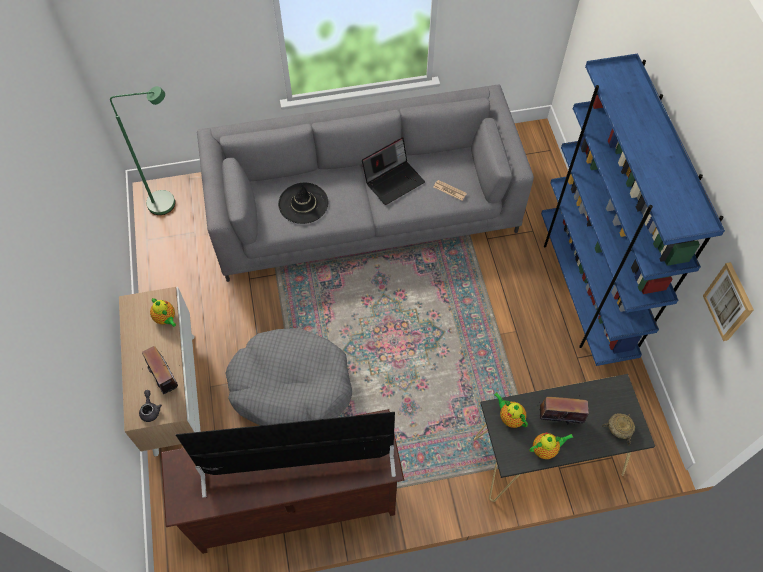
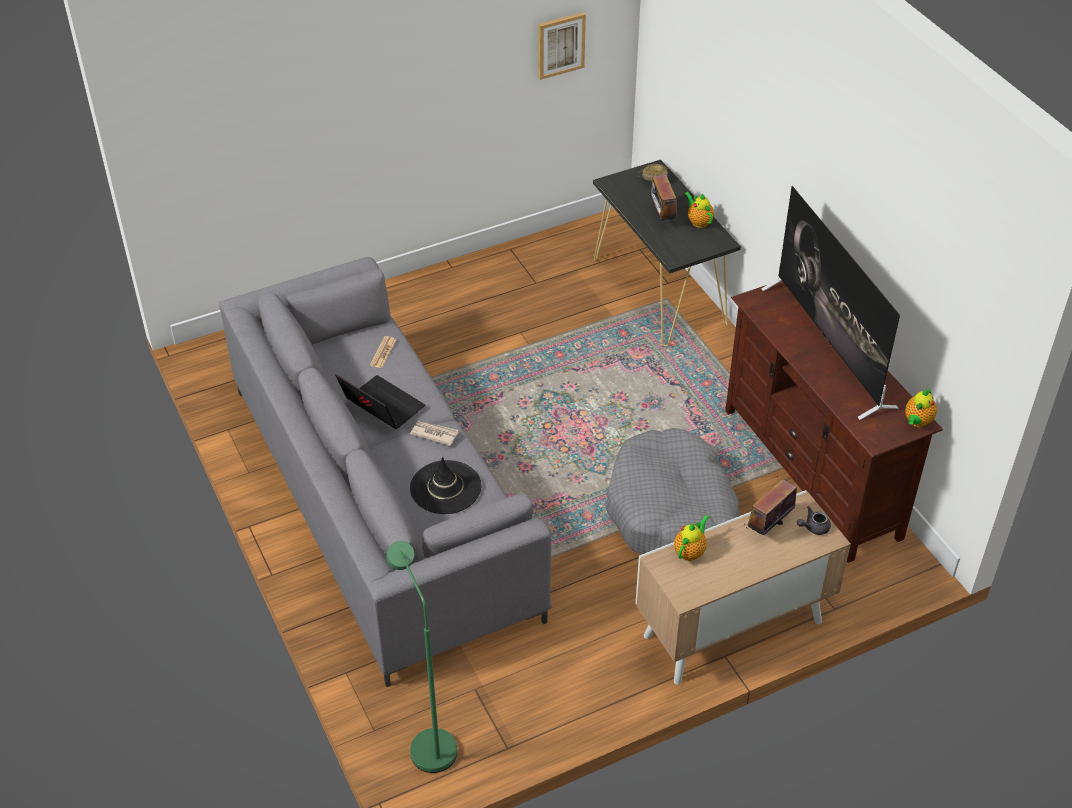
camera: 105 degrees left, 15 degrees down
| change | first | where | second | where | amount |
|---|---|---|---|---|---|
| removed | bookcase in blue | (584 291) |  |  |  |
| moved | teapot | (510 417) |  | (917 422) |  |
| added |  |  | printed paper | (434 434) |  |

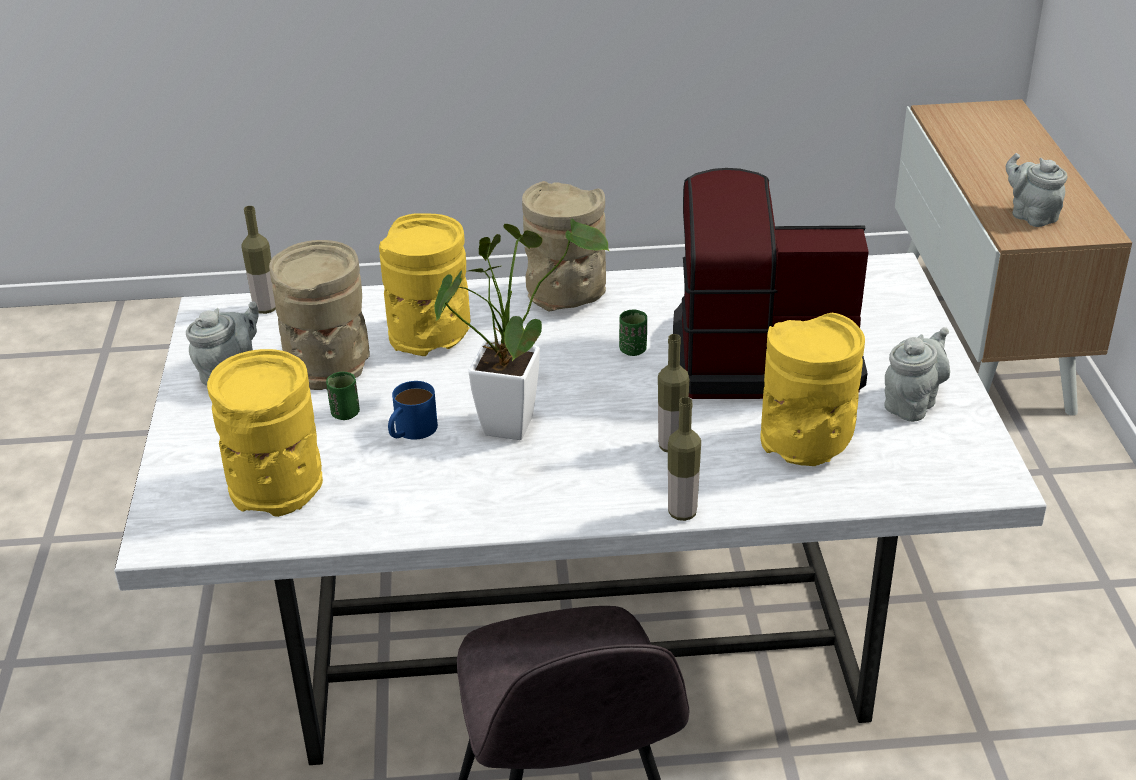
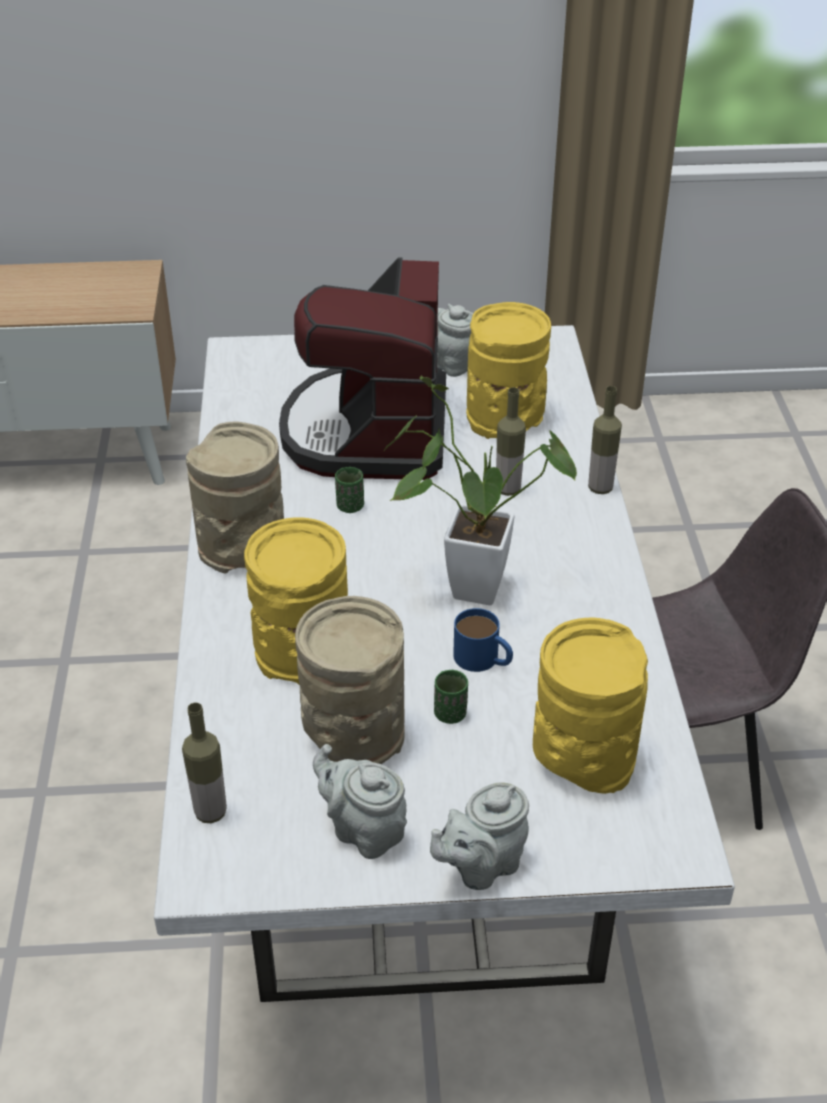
camera: 90 degrees left, 5 degrees up
| change | first | where | second | where | amount |
|---|---|---|---|---|---|
| moved | teapot in gray | (1031 216) |  | (481 866) |  |

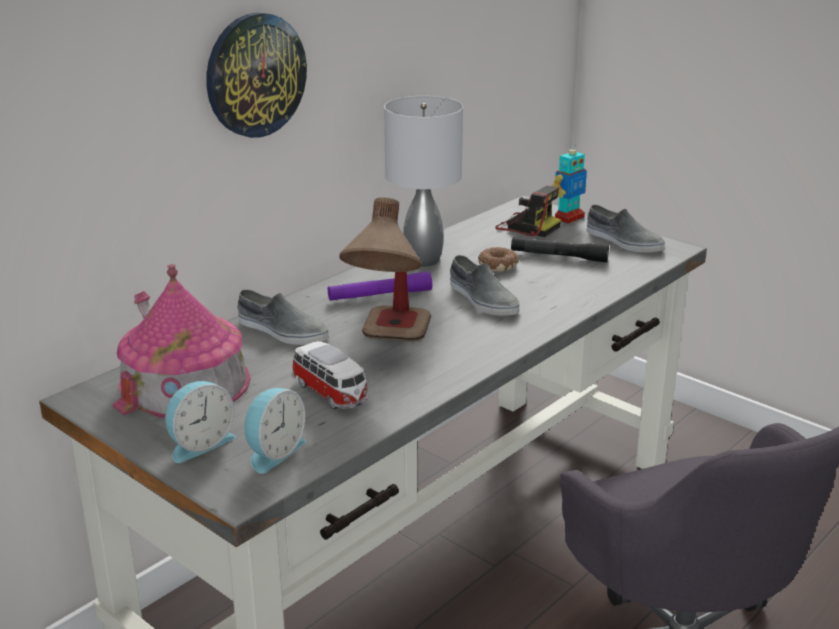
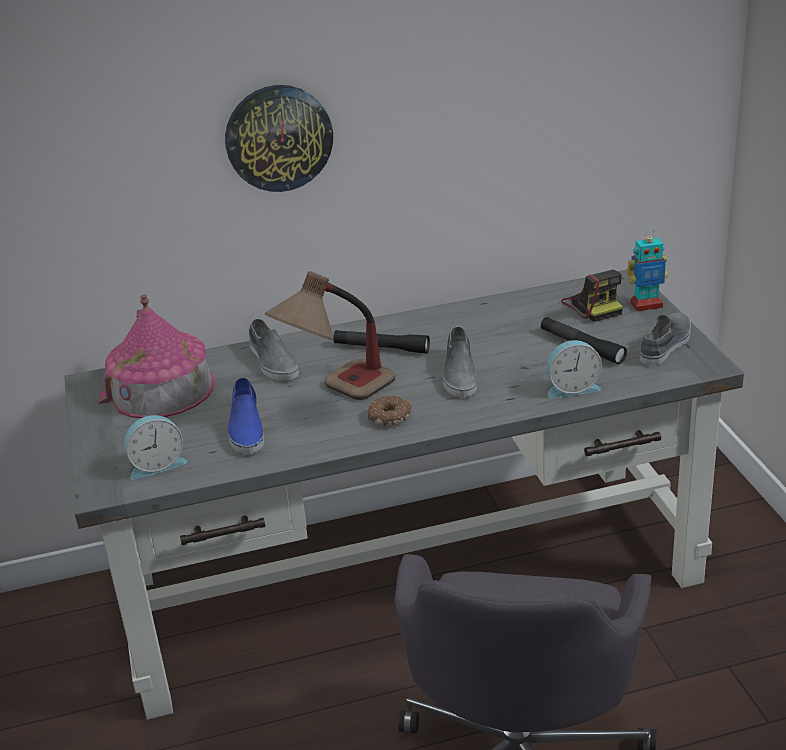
camera: 35 degrees right, 5 degrees up
| change | first | where | second | where | amount |
|---|---|---|---|---|---|
| removed | table lamp in gray | (422 260) |  |  |  |
| turned | shoe in gray | (623 241) |  | (666 344) | 135 degrees counterclockwise |
| moved | donut | (498 265) |  | (390 416) |  |
| recoloured | torch in purple-coloured | (380 295) | torch in black-coloured | (381 348) |  |
| replaced | model car | (331 393) | shoe in blue | (246 428) |  |
| moved | table clock | (199 444) |  | (571 388) |  |

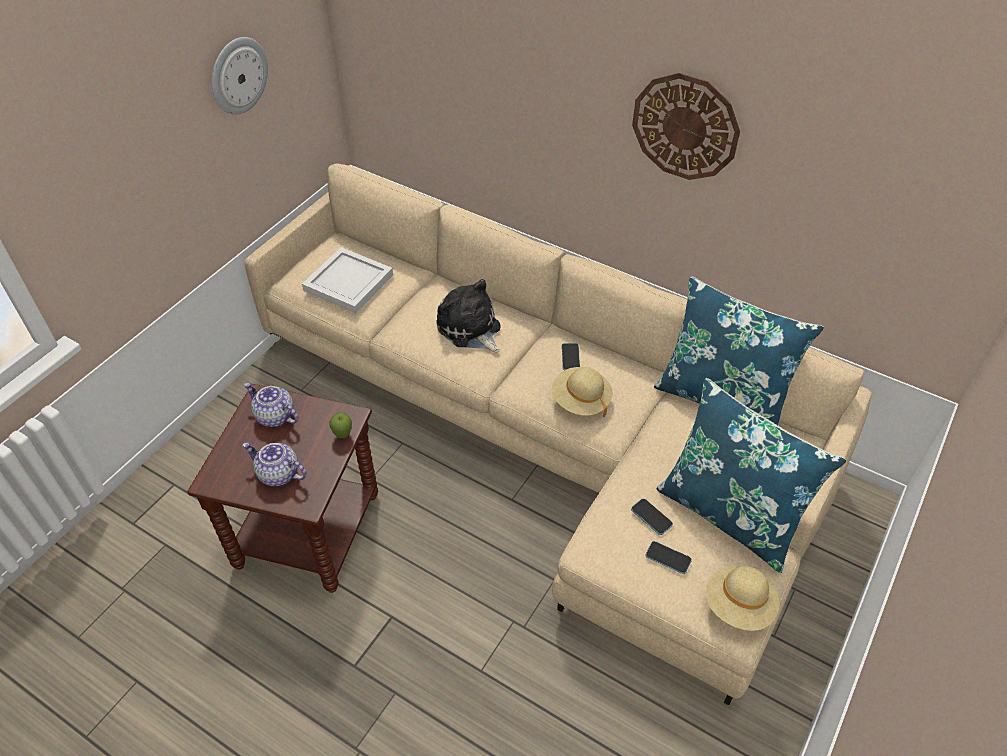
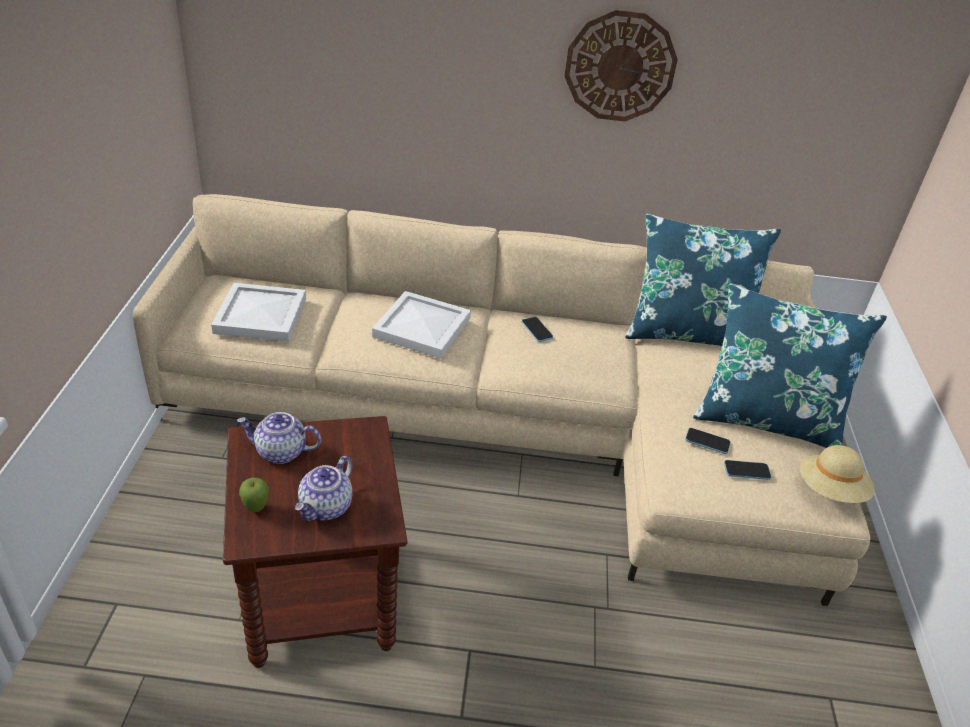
camera: 30 degrees left, 10 degrees down
| change | first | where | second | where | amount |
|---|---|---|---|---|---|
| removed | wall clock | (238 75) |  |  |  |
| replaced | soft toy | (470 329) | serving tray in whitish | (422 328) |  |
| removed | hat in beige | (580 401) |  |  |  |
| moved | whole apple | (343 435) |  | (256 509) |  |
| turned | teapot | (278 474) |  | (326 507) | 60 degrees counterclockwise |

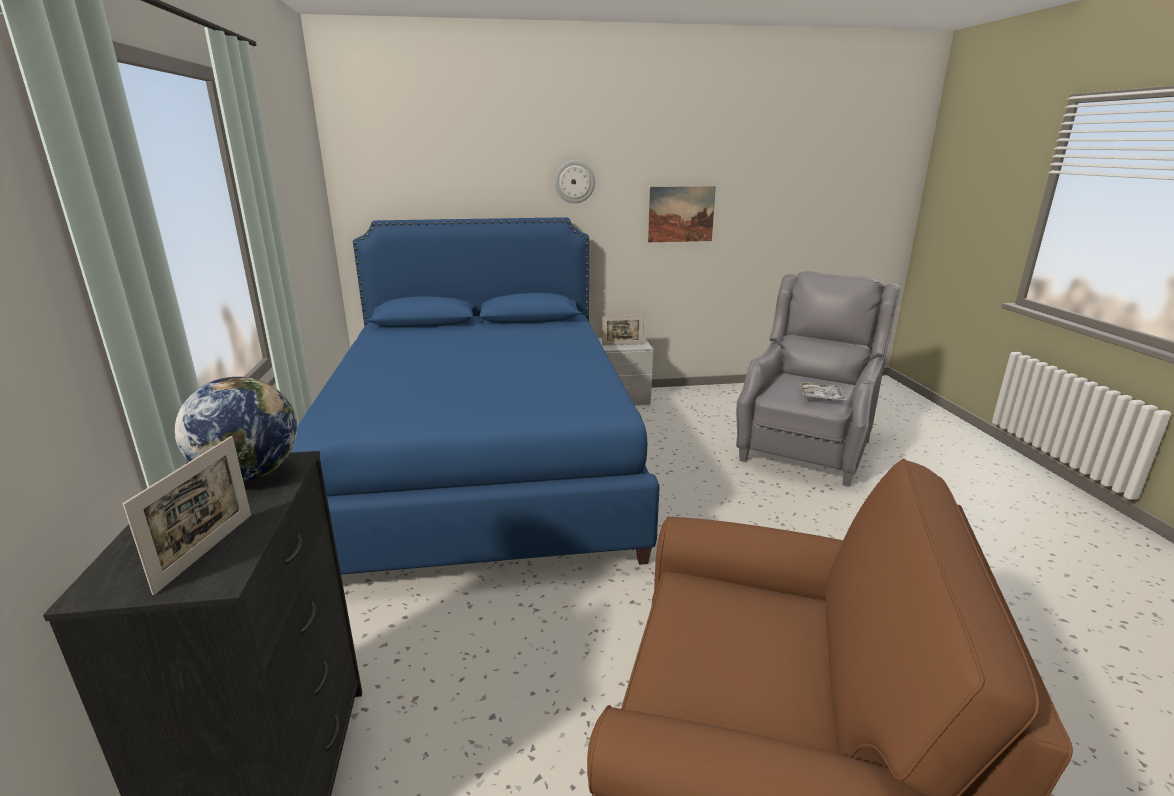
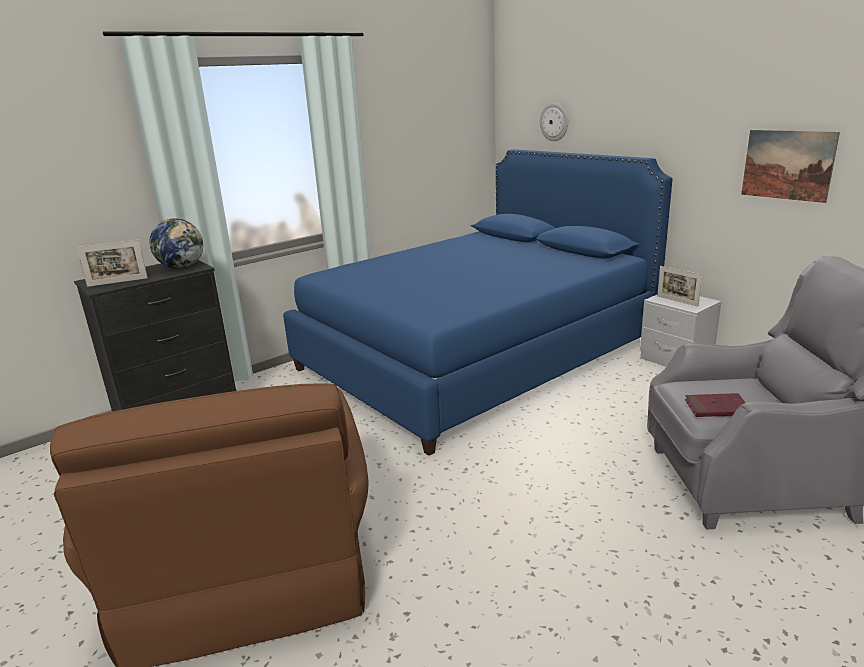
camera: 60 degrees right, 0 degrees up
| change | first | where | second | where | amount |
|---|---|---|---|---|---|
| moved | wall clock | (574 181) |  | (554 122) |  |
| replaced | serving tray | (821 396) | volume in red | (717 408) |  |

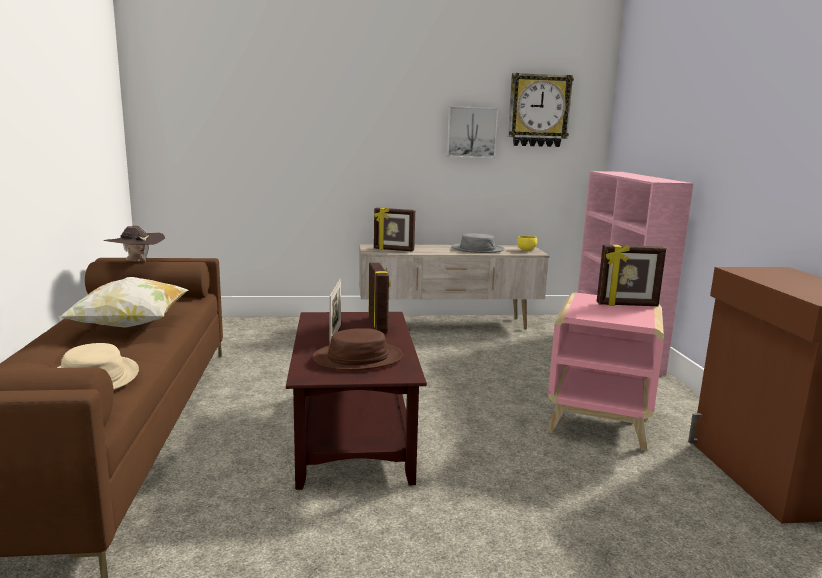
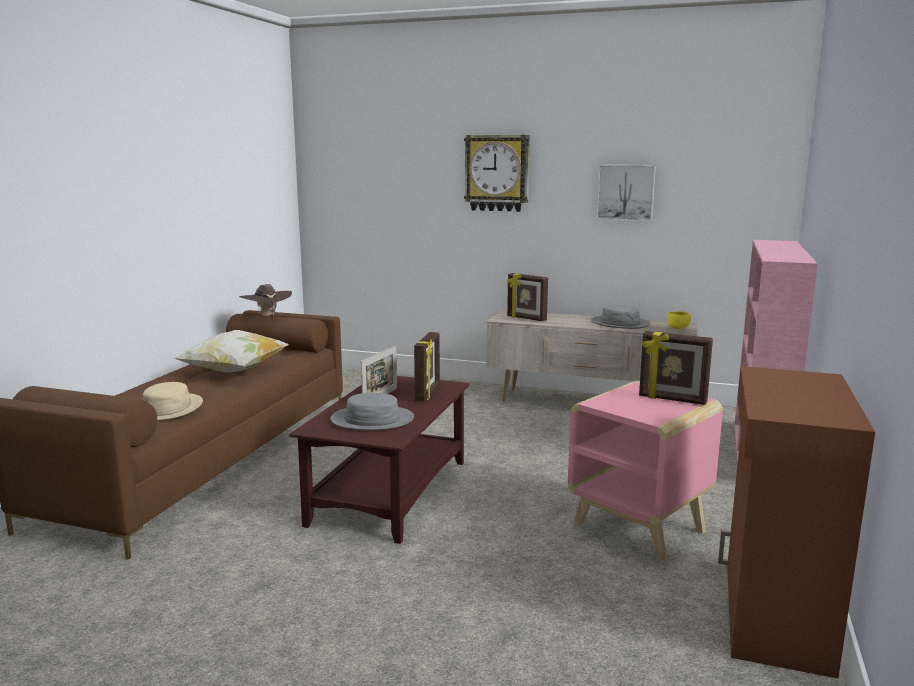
camera: 25 degrees right, 0 degrees up
| change | first | where | second | where | amount |
|---|---|---|---|---|---|
| moved | wall clock | (538 110) |  | (497 173) |  |
| recoloured | hat in brown | (358 358) | hat in gray | (372 420) |  |

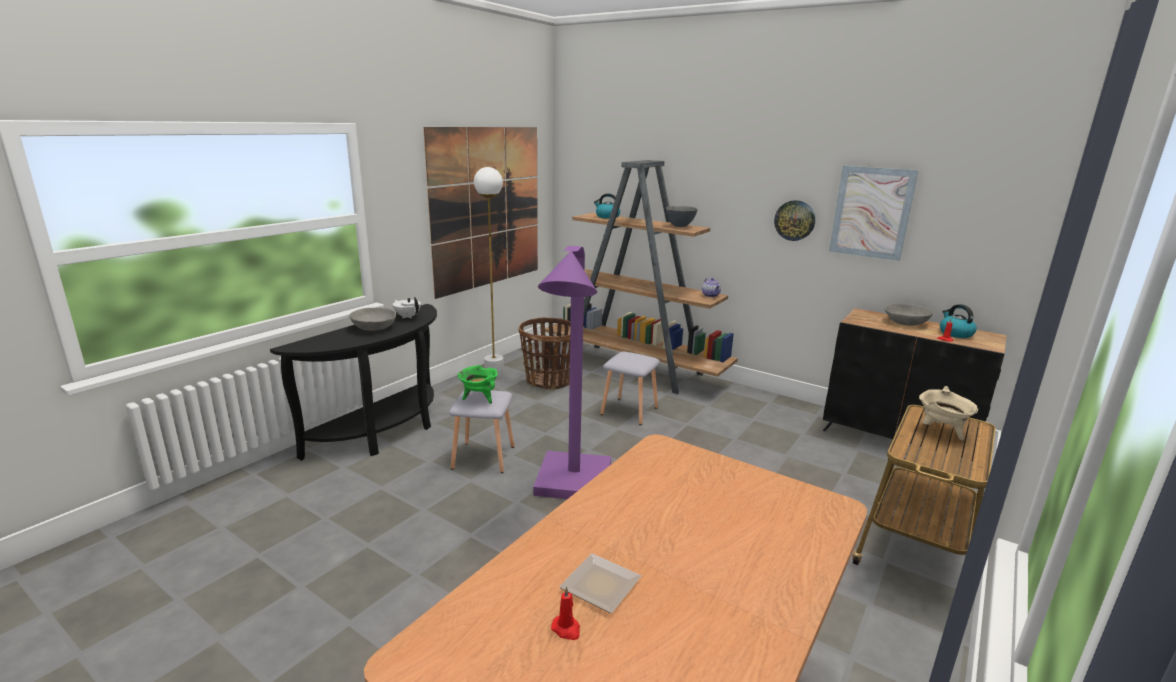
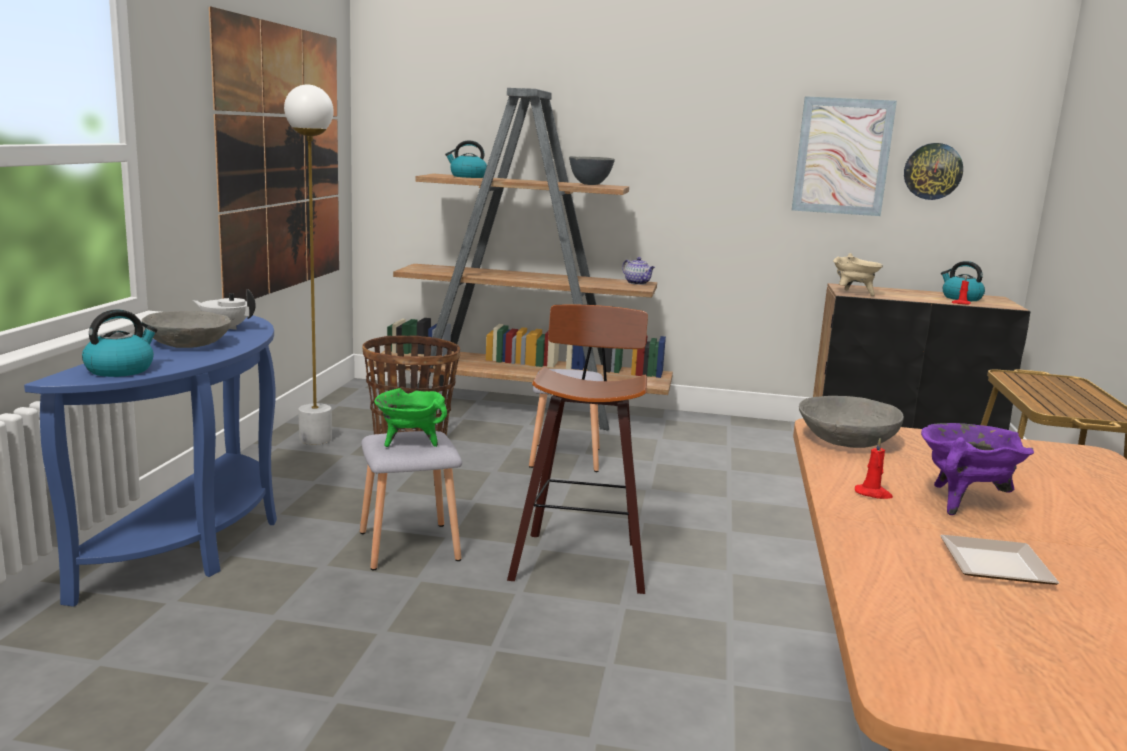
camera: 25 degrees left, 5 degrees down
| change | first | where | second | where | amount |
|---|---|---|---|---|---|
| moved | wall clock | (794 220) |  | (932 171) |  |
| replaced | floor lamp in purple-coloured | (571 487) | stool | (579 559) |  |
| recoloured | narrow table in black-coloured | (383 432) | narrow table in blue | (198 540) |  |
| moved | deep dish in gray | (905 322) |  | (847 440) |  |
| moved | cooking pot in beige | (941 432) |  | (853 293) |  |
| moved | wax light in red | (566 629) |  | (873 494) |  |
| added |  |  | tea kettle | (120 369) |  |
| added |  |  | cooking pot in purple-coloured | (963 502) |  |

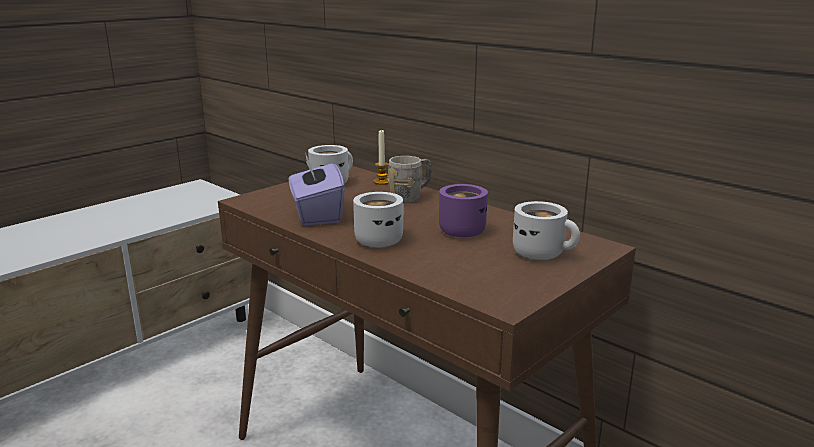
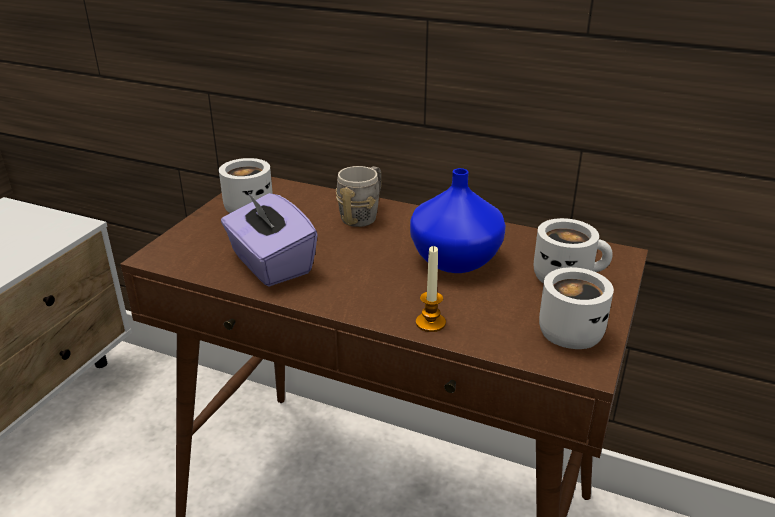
camera: 20 degrees left, 10 degrees up
| change | first | where | second | where | amount |
|---|---|---|---|---|---|
| moved | wax light | (382 182) |  | (430 323) |  |
| replaced | mug in purple-coloured | (459 230) | flower vase in blue | (455 259) |  |
| moved | mug in whitish | (380 239) |  | (568 330) |  |

